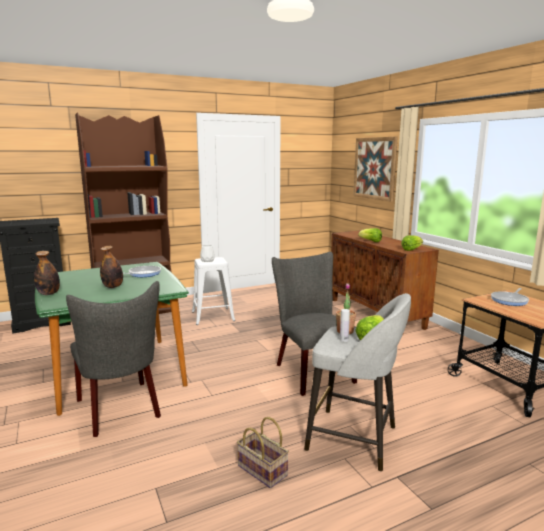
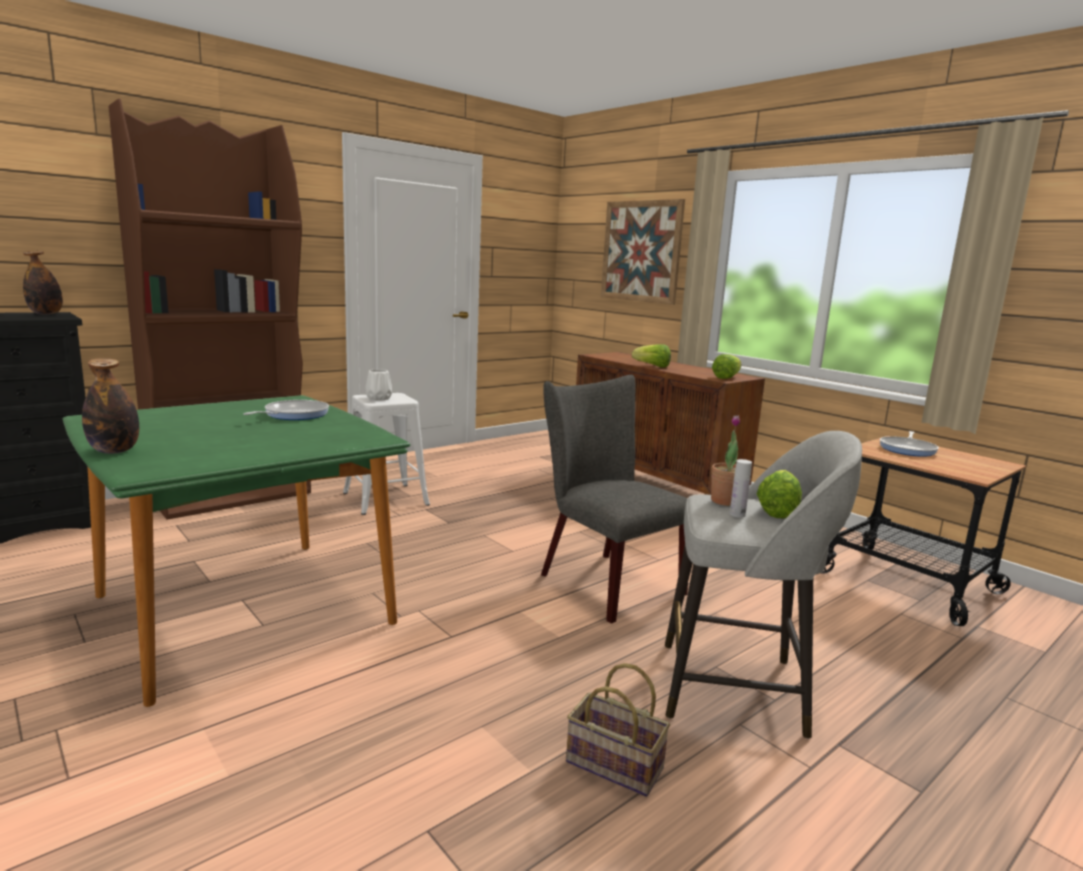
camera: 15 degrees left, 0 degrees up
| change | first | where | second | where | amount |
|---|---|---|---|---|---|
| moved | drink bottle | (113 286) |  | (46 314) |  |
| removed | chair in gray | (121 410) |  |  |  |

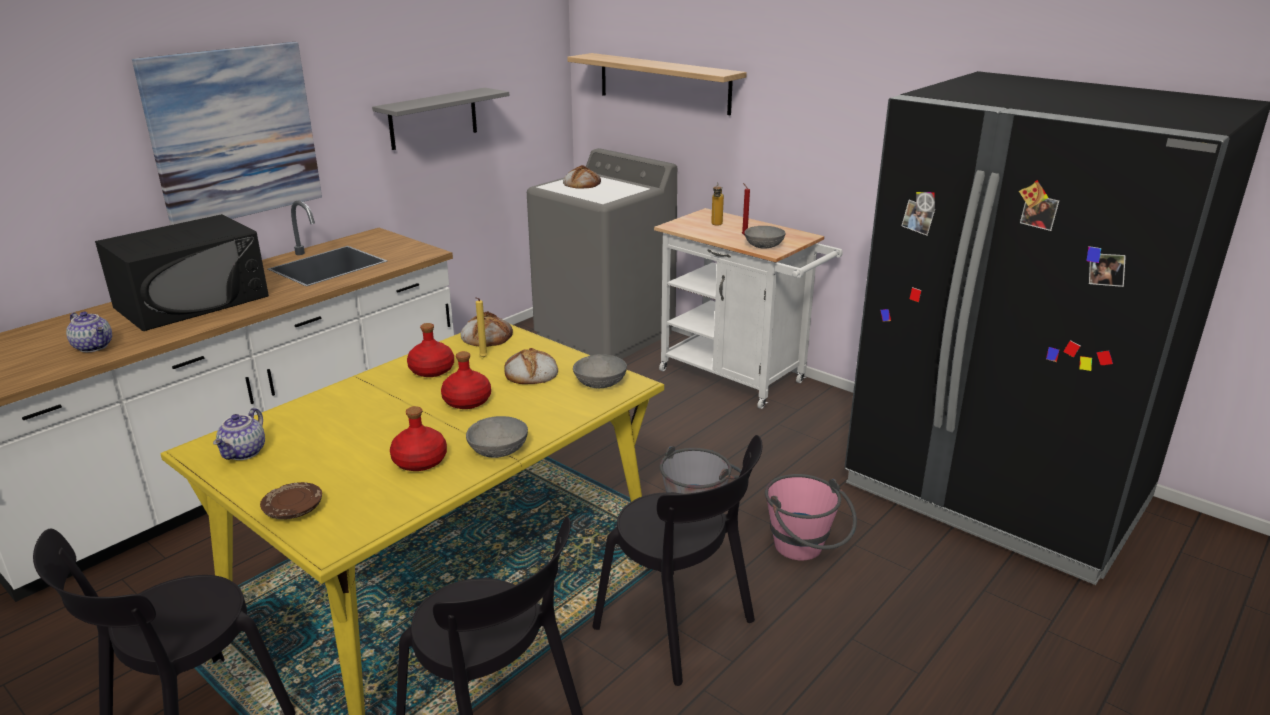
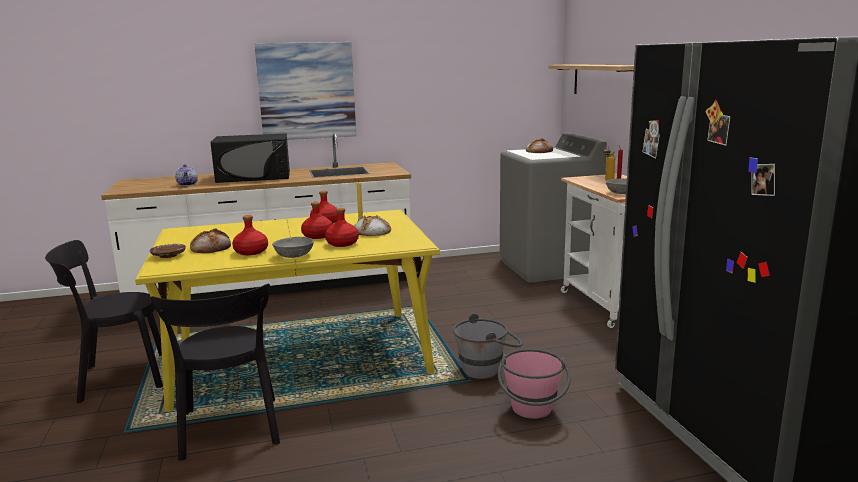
camera: 35 degrees right, 10 degrees down
| change | first | where | second | where | amount |
|---|---|---|---|---|---|
| removed | wall shelf in gray | (433 118) |  |  |  |
| moved | baked bread | (486 336) |  | (211 247) |  |
| removed | deep dish in gray | (600 383) |  |  |  |
| removed | teapot | (244 453) |  |  |  |
| removed | chair in black-coloured | (679 628) |  |  |  |
| added |  |  | drink bottle in red | (342 243) |  |

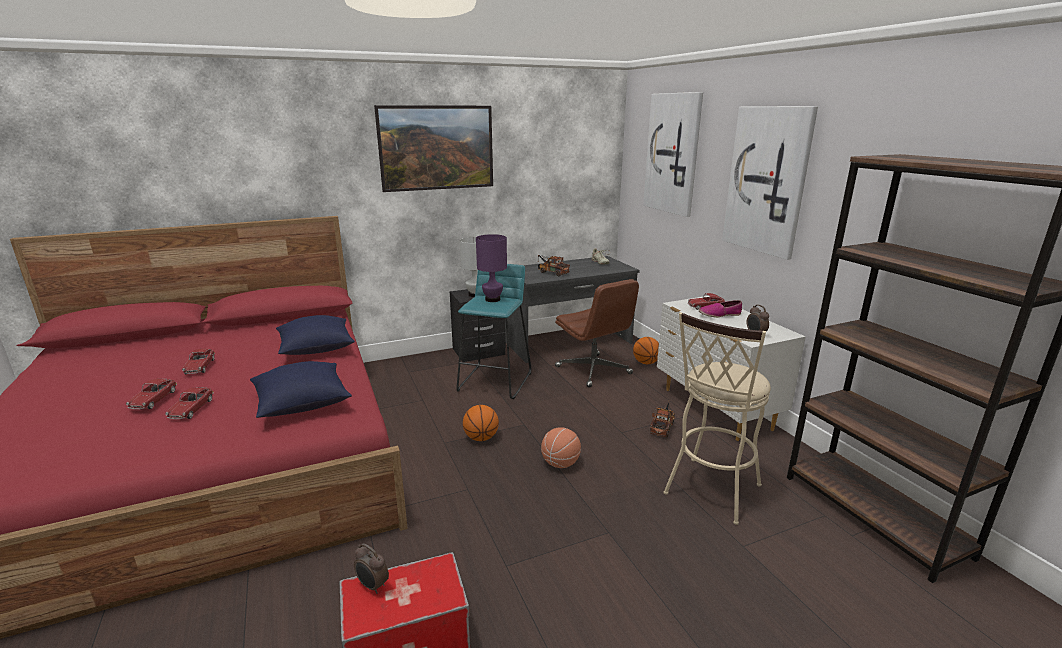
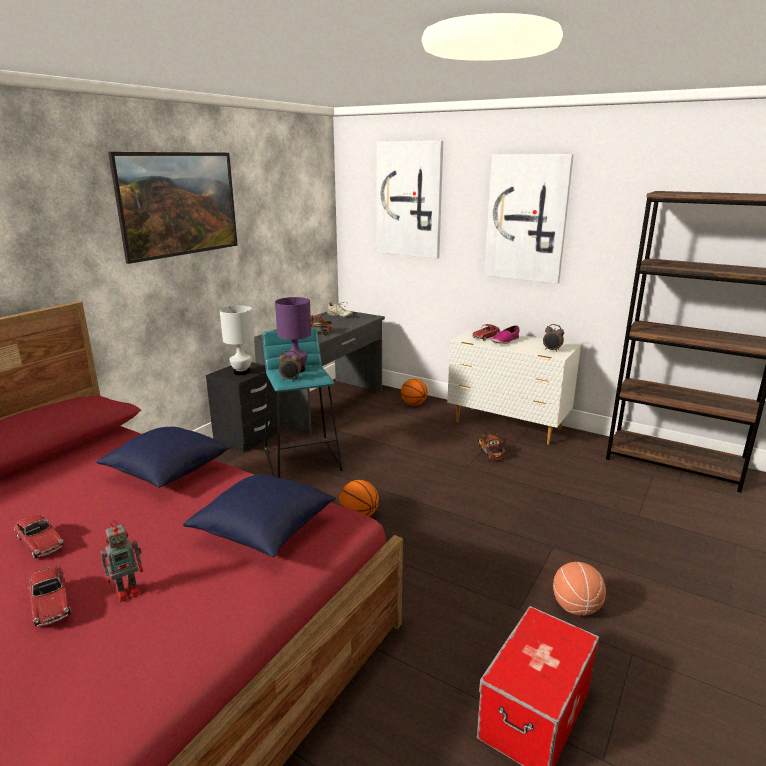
camera: 35 degrees left, 0 degrees up
| change | first | where | second | where | amount |
|---|---|---|---|---|---|
| removed | office chair in brown | (594 371) |  |  |  |
| removed | stool in beige | (709 493) |  |  |  |
| replaced | model car | (192 409) | robot figure | (129 591) |  |
| moved | basketball | (560 463) |  | (576 607) |  |
| moved | table clock | (372 586) |  | (290 379) |  |

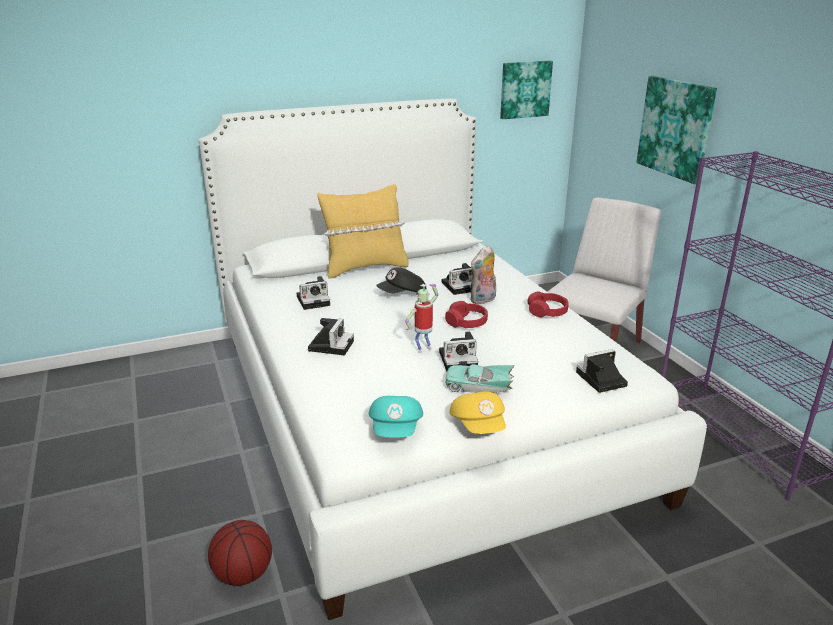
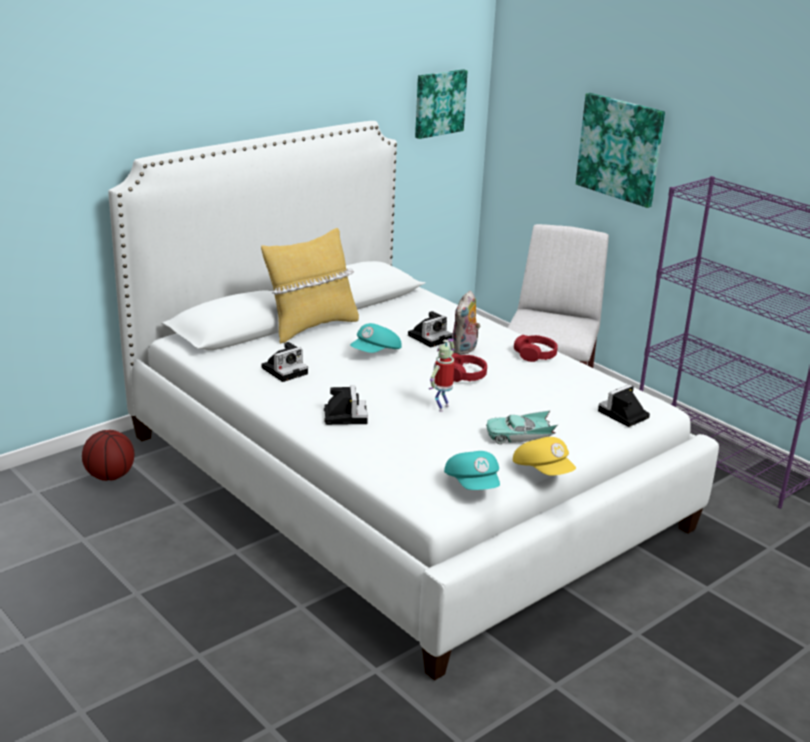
camera: 20 degrees left, 0 degrees up
| change | first | where | second | where | amount |
|---|---|---|---|---|---|
| recoloured | cap in black-coloured | (402 294) | cap in blue-green | (376 353) |  |
| removed | still camera | (459 359) |  |  |  |
| moved | basketball | (243 575) |  | (110 476) |  |

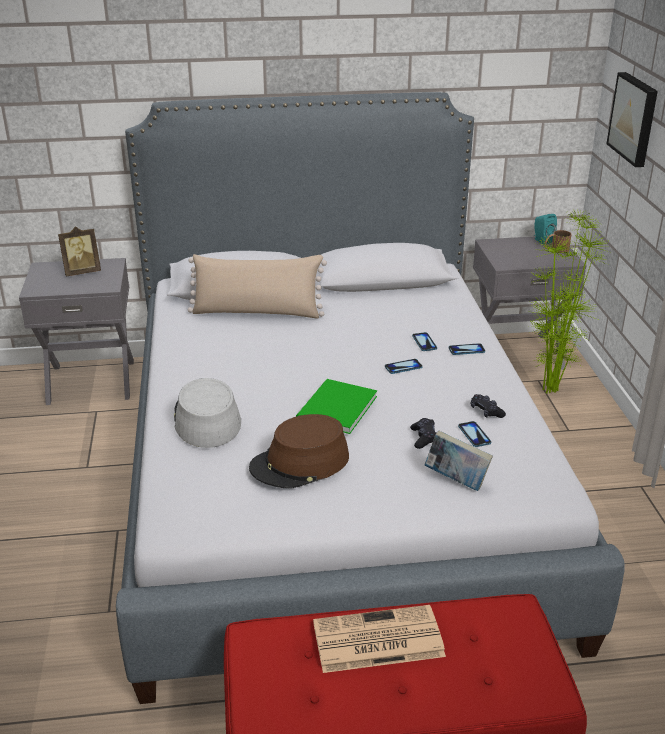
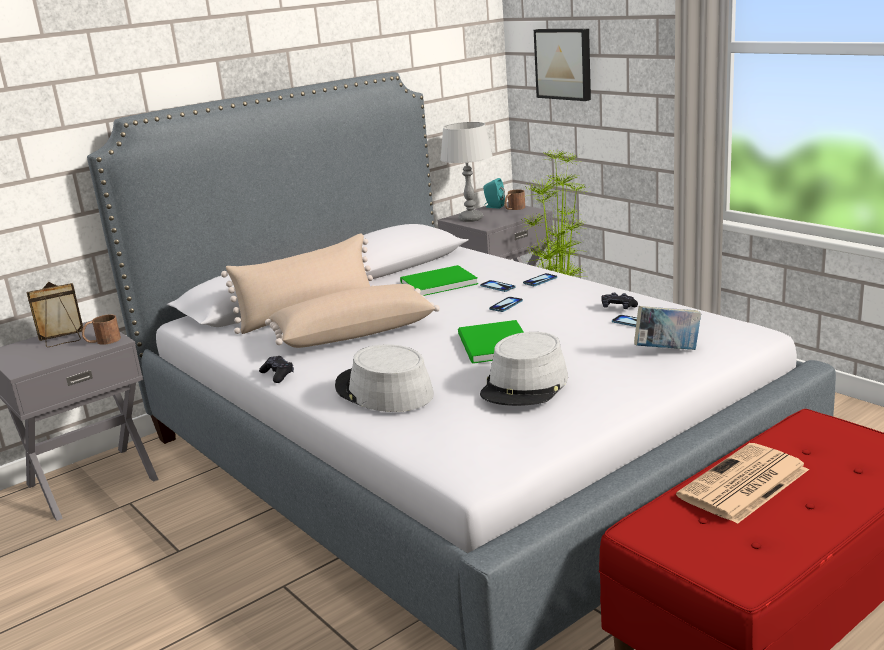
camera: 30 degrees left, 10 degrees down
| change | first | where | second | where | amount |
|---|---|---|---|---|---|
| turned | standing frame | (82 272) |  | (63 340) | 150 degrees counterclockwise |
| recoloured | hat in brown | (300 463) | hat in gray | (525 385) |  |
| moved | game controller in black-coloured | (423 438) |  | (277 375) |  |
| added |  |  | table lamp in gray | (471 219) |  |
| added |  |  | volume in greenish | (436 283) |  |
| added |  |  | pillow in beige | (354 333) |  |
| added |  |  | mug in brown | (102 341) |  |

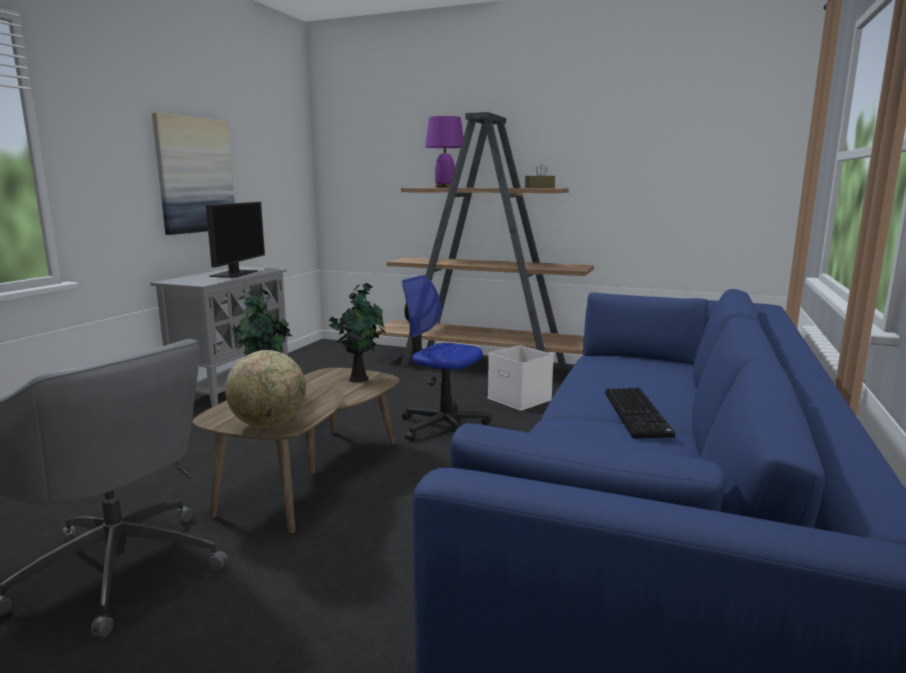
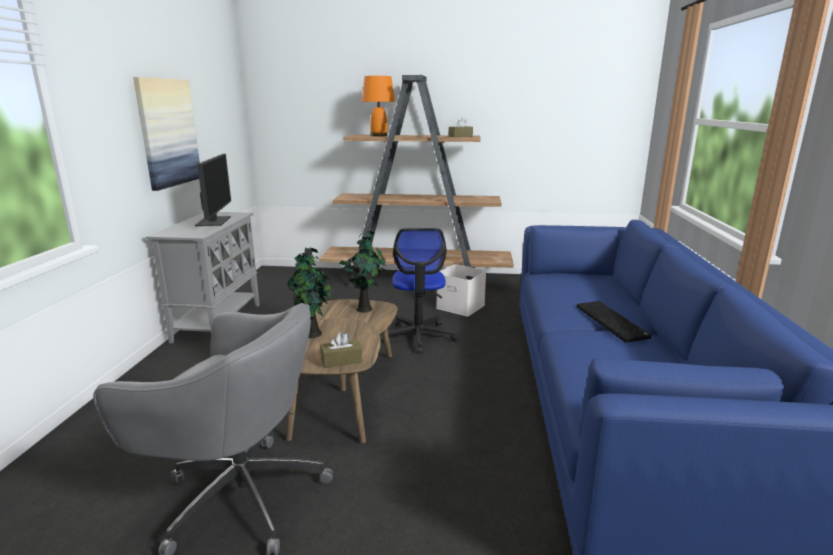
camera: 15 degrees left, 5 degrees up
| change | first | where | second | where | amount |
|---|---|---|---|---|---|
| recoloured | table lamp in purple-coloured | (445 187) | table lamp in orangey | (379 135) |  |
| turned | office chair | (443 426) |  | (418 337) | 105 degrees counterclockwise |
| replaced | world globe | (269 424) | tissue holder in brown | (341 360) |  |

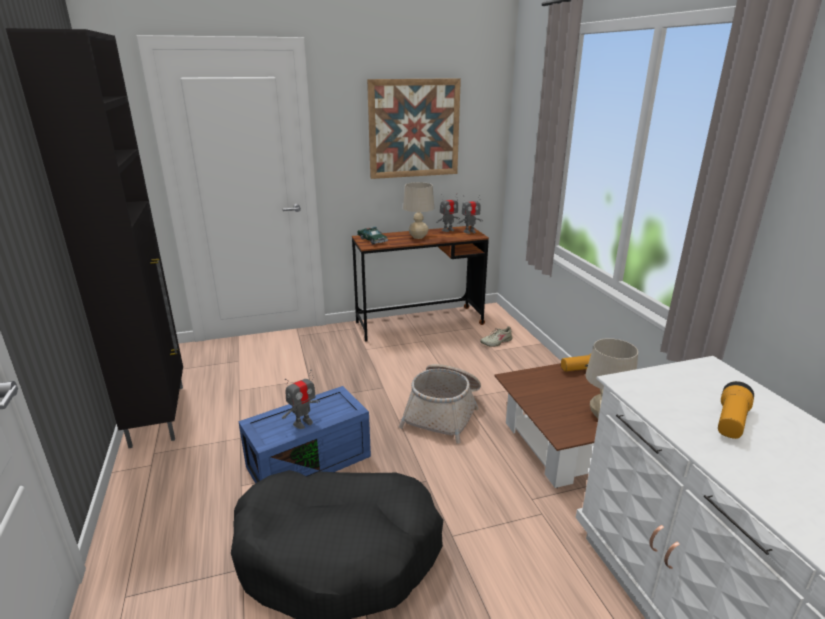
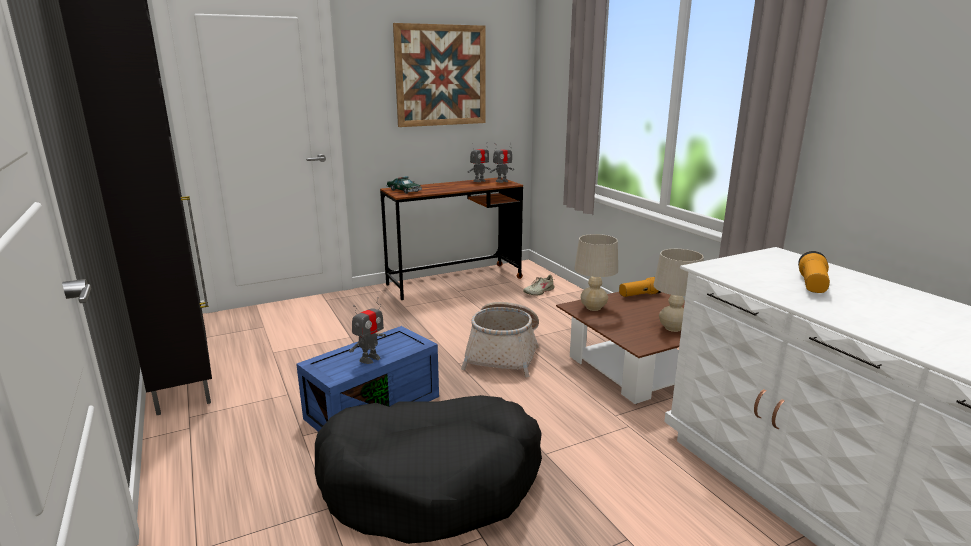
camera: 10 degrees left, 5 degrees down
| change | first | where | second | where | amount |
|---|---|---|---|---|---|
| moved | table lamp in beige | (418 237) |  | (593 307) |  |

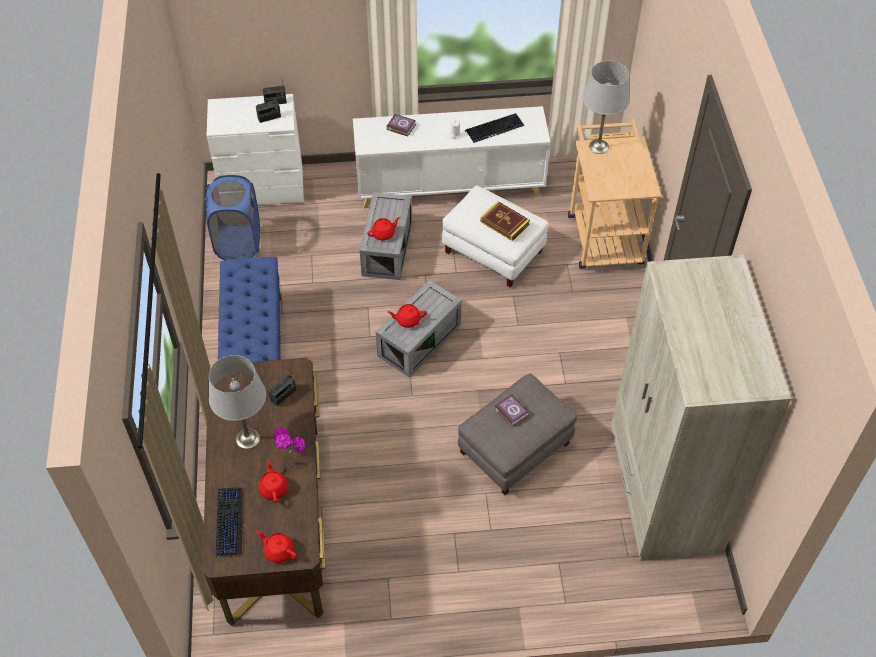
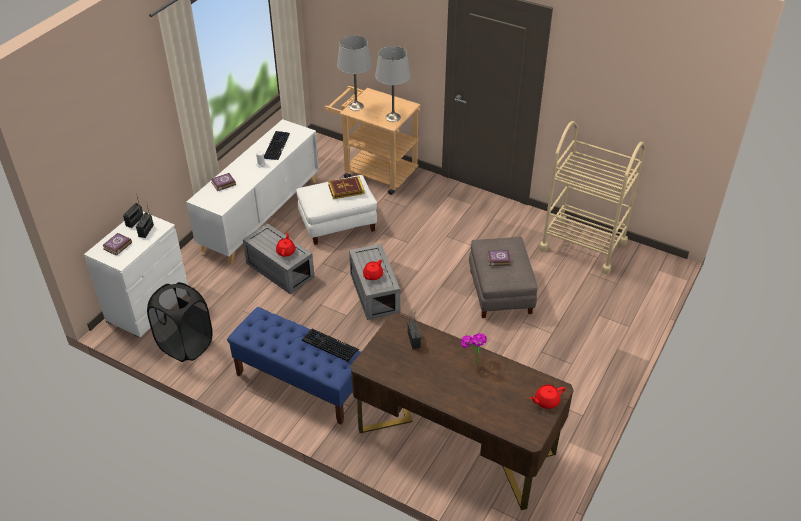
camera: 55 degrees left, 10 degrees down
| change | first | where | second | where | amount |
|---|---|---|---|---|---|
| recoloured | hamper in blue | (238 243) | hamper in black-coloured | (185 345) |  |
| replaced | clothes cupboard in beige | (663 490) | trolley in beige | (583 245) |  |
| moved | table lamp in gray | (247 439) |  | (393 117) |  |
| removed | teapot in red | (273 488) |  |  |  |
| moved | computer keyboard | (229 522) |  | (330 345) |  |
| added |  |  | volume | (116 246) |  |

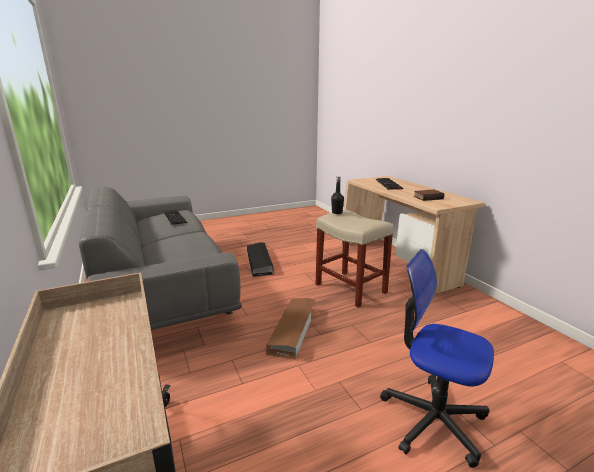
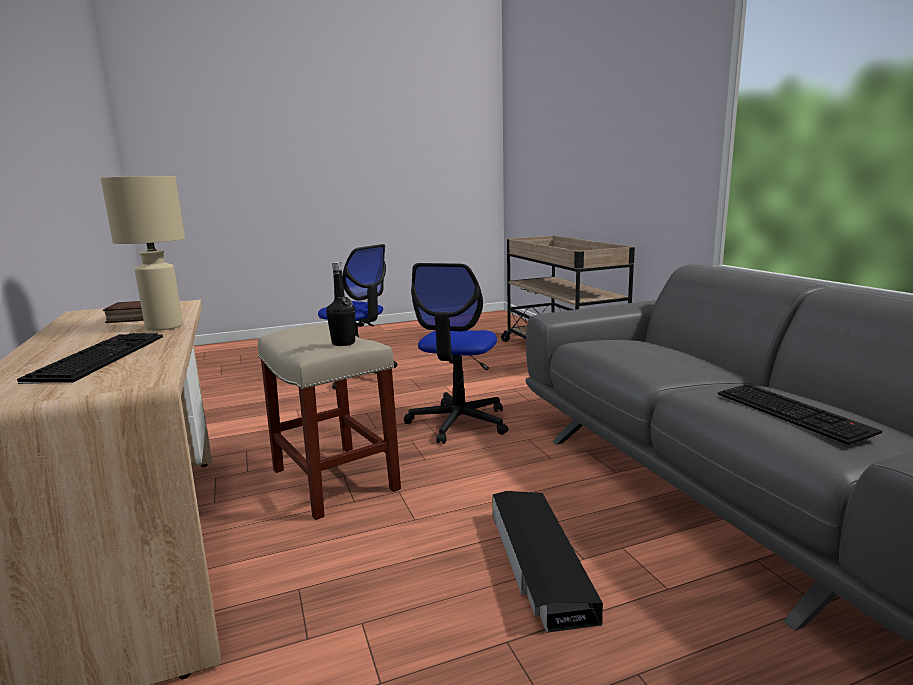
camera: 175 degrees left, 5 degrees down
| change | first | where | second | where | amount |
|---|---|---|---|---|---|
| replaced | storage bin in brown | (293 330) | office chair | (458 422) |  |
| added |  |  | table lamp in beige | (165 327) |  |

